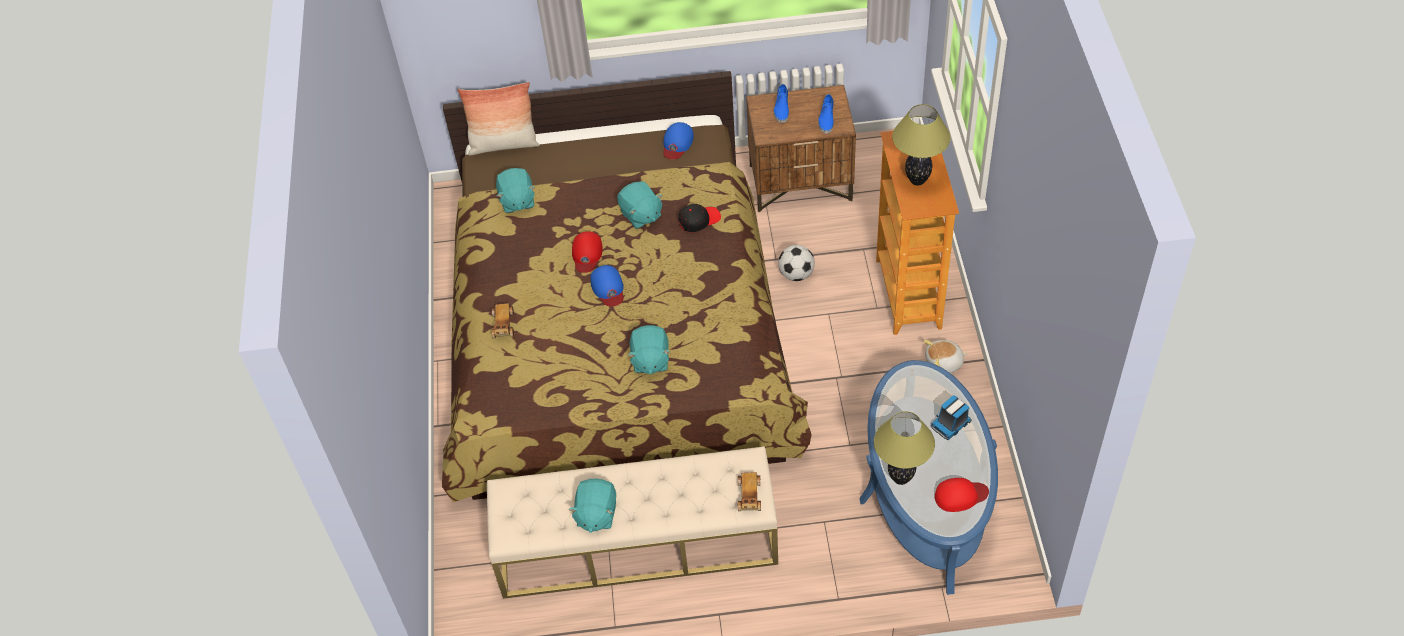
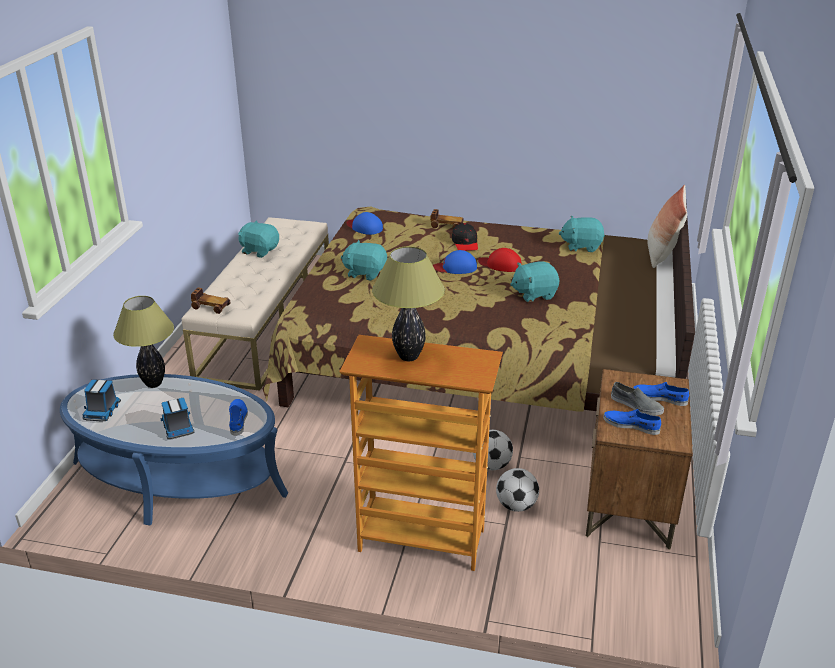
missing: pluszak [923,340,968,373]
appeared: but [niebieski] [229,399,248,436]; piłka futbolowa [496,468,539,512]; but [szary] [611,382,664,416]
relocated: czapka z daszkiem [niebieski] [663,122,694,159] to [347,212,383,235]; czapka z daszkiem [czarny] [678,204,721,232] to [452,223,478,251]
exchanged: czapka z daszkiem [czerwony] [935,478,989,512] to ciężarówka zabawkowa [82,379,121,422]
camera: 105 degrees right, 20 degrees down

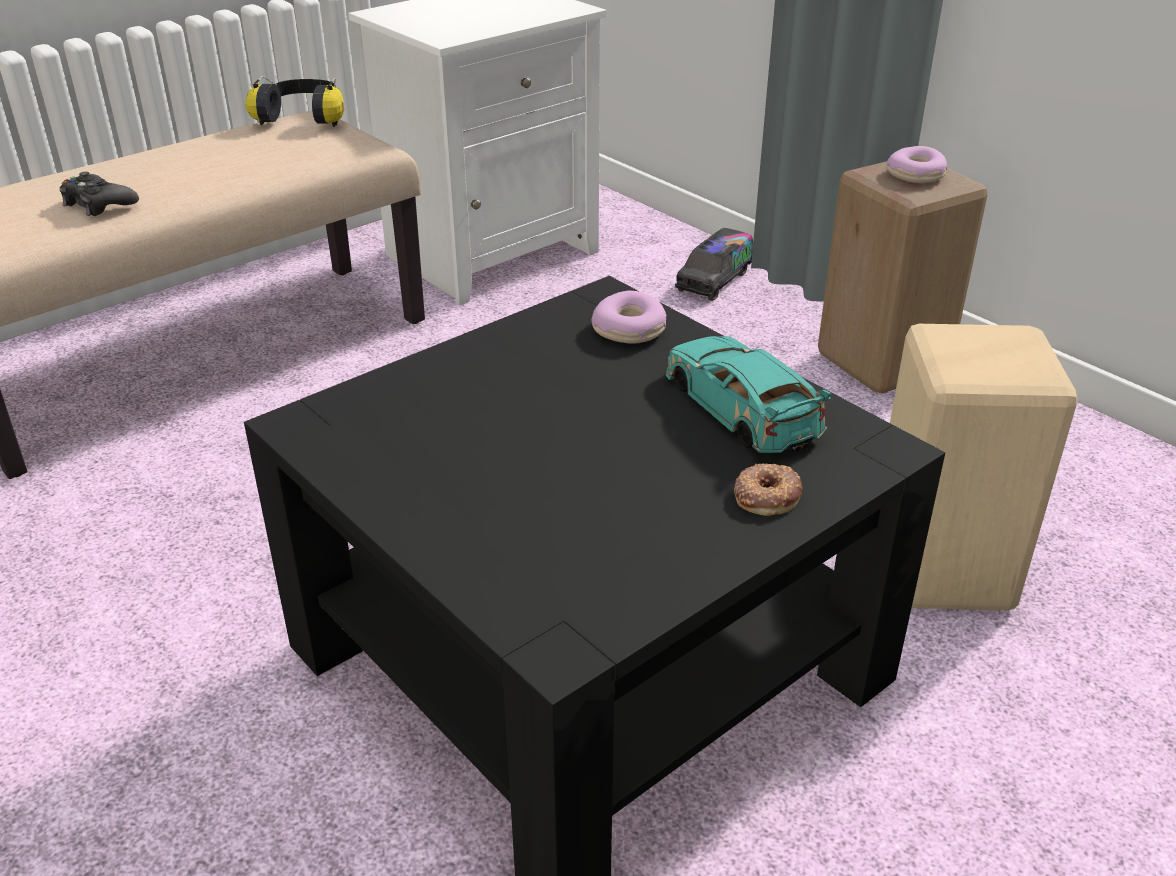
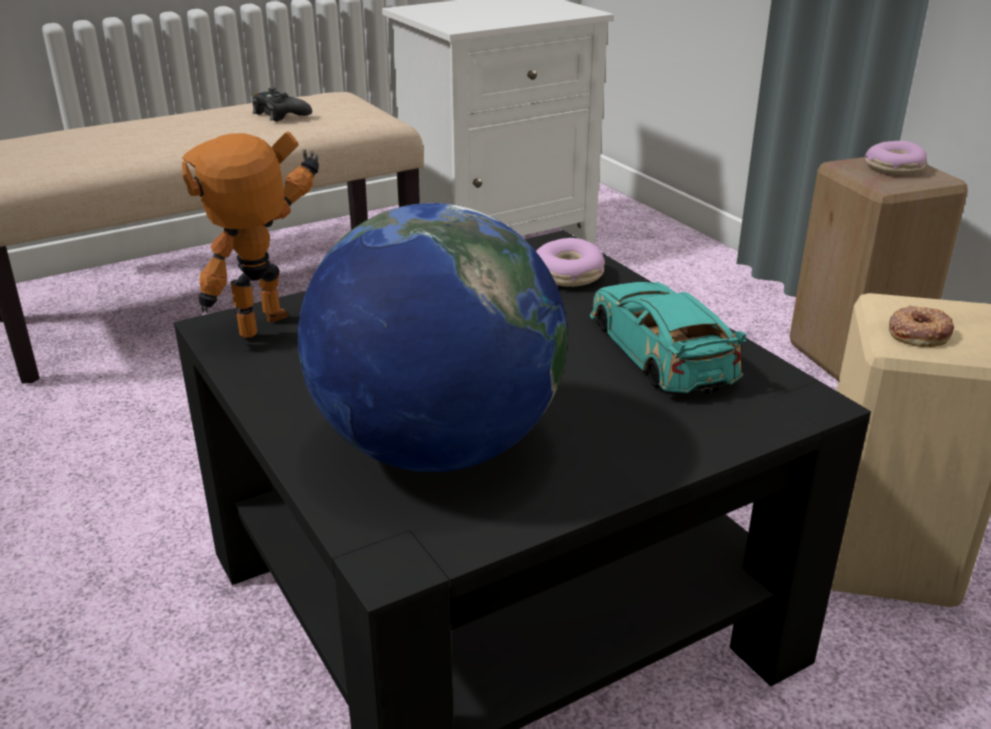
missing: słuchawki [245,76,344,127]; ciężarówka zabawkowa [675,228,753,301]
appeared: robot zabawkowy [182,131,319,339]; globus [298,203,567,472]
relocated: pad do gier [czarny] [60,172,139,216] to [252,88,312,122]; donut [734,464,802,516] to [889,305,954,347]
camera: 10 degrees right, 5 degrees down

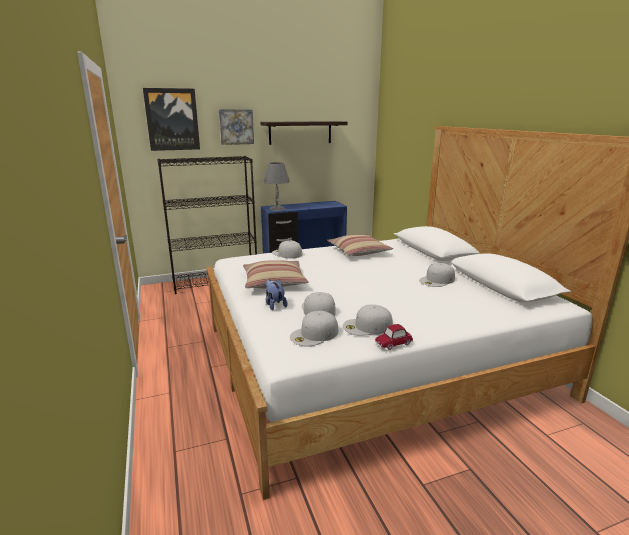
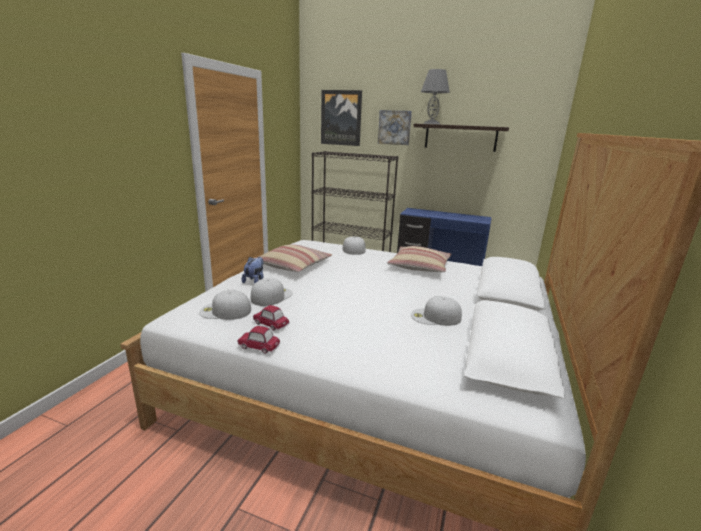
relocated: lampa stołowa [szary] [264,162,290,211] to [421,69,450,124]
exchanged: czapka z daszkiem [biały] [343,304,393,336] to samochodzik [253,305,290,331]
camera: 40 degrees right, 0 degrees up

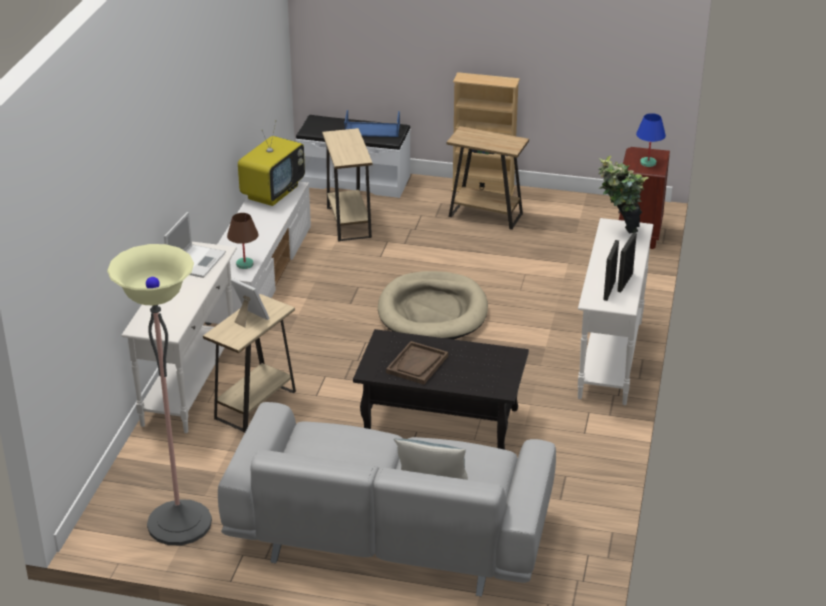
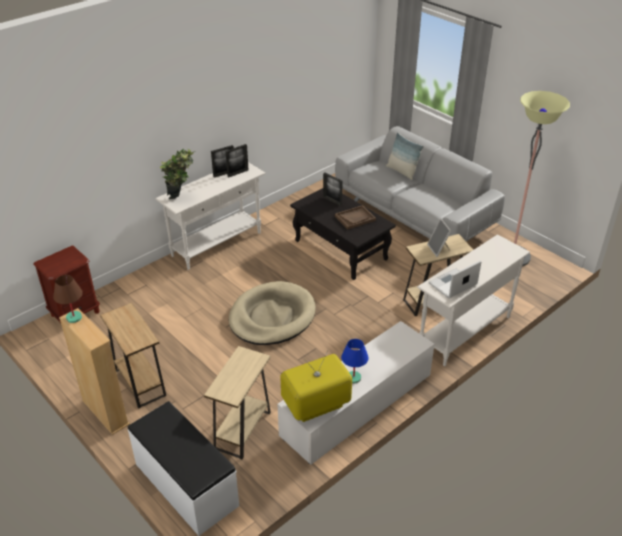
missing: taca [niebieski] [344,110,400,137]
appeared: ramka na zdjęcie [323,173,343,206]
relocated: lampa stołowa [brązowy] [227,213,259,269] to [53,275,83,323]; lampa stołowa [niebieski] [636,113,666,167] to [341,339,369,383]
camera: 145 degrees left, 5 degrees up

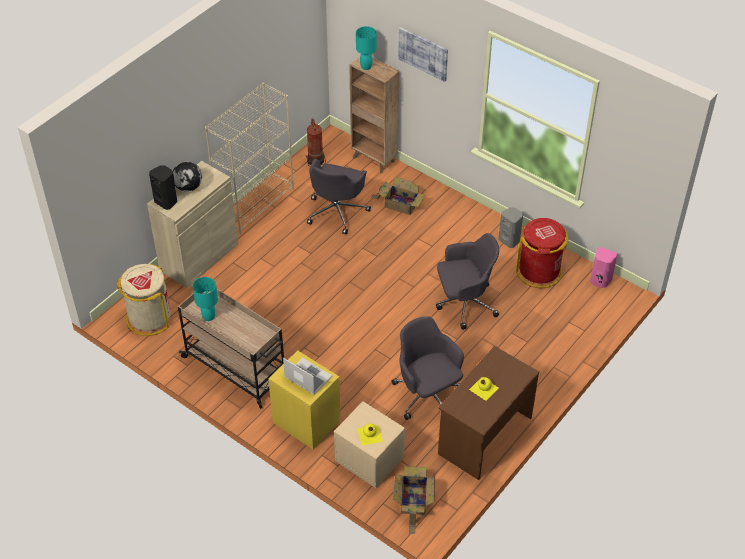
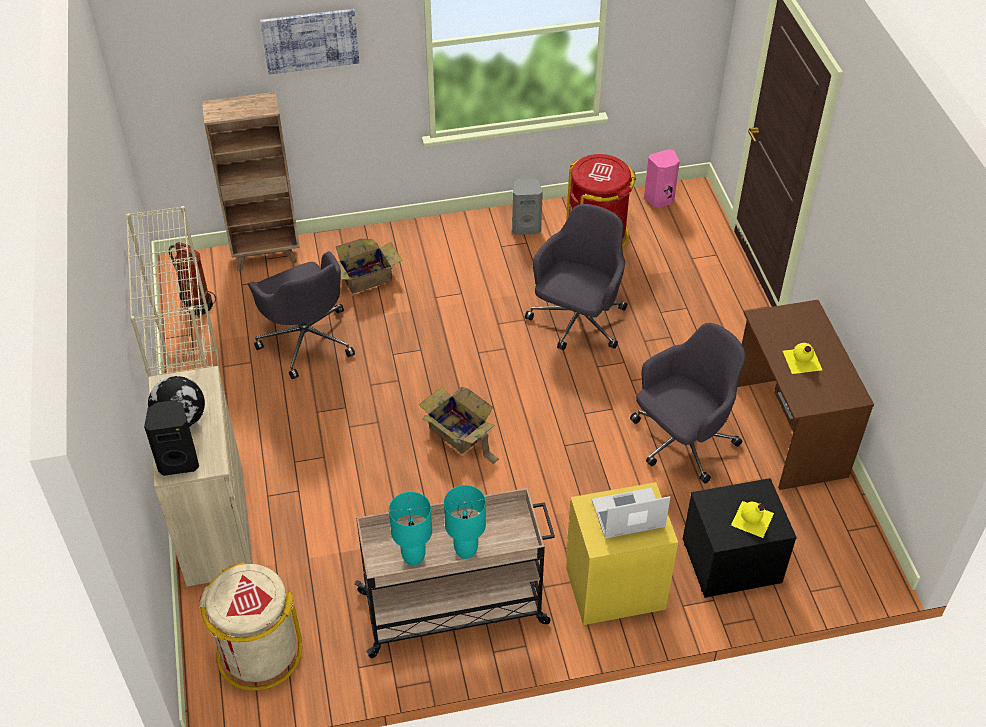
relocated: karton [393,466,435,534] to [419,387,499,464]; lampa stołowa [turkusowy] [356,26,376,70] to [444,485,486,559]
colour: szafka nocna [beżowy] [334,402,405,488] to szafka nocna [czarny] [683,478,797,598]
spun: krzesło biurowe [szary] [391,316,464,420] = [630,323,746,484] 135 degrees clockwise
camera: 50 degrees left, 0 degrees up

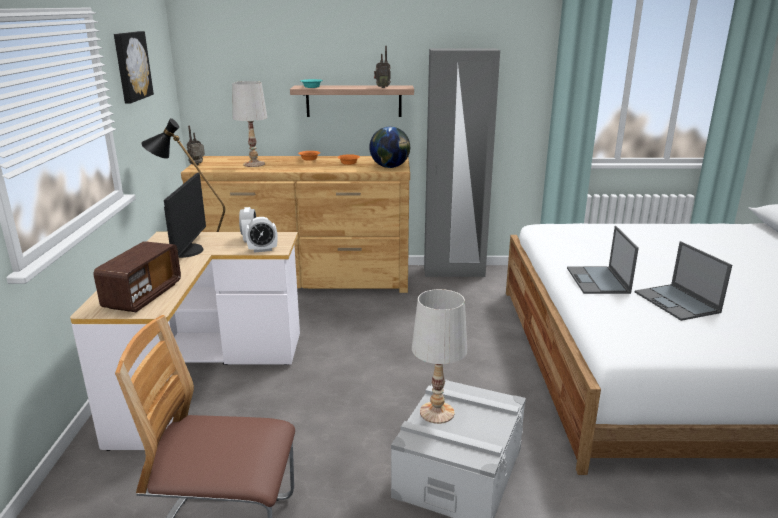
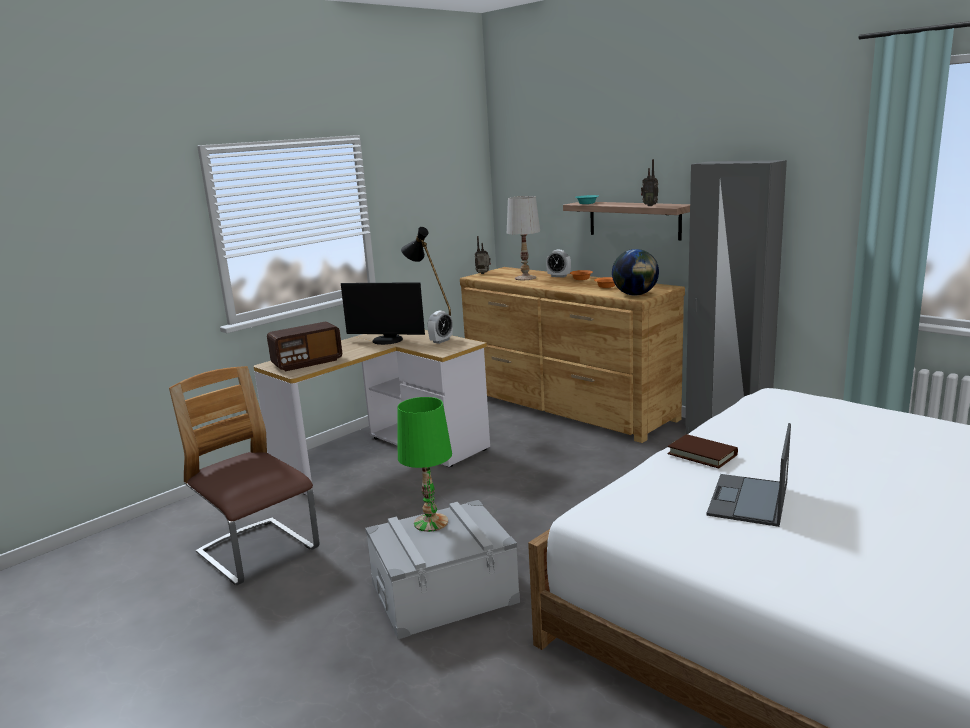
missing: obraz [114,31,154,103]
relocated: budzik [245,217,278,253] to [546,250,571,278]
exchanged: laptop [567,226,639,294] to książka [brązowy] [668,434,738,469]
colour: lampa stołowa [biały] [412,289,467,424] to lampa stołowa [zielony] [397,397,452,532]
spun: monitor [164,173,206,258] = [341,282,425,345] 60 degrees clockwise
camera: 45 degrees right, 5 degrees down

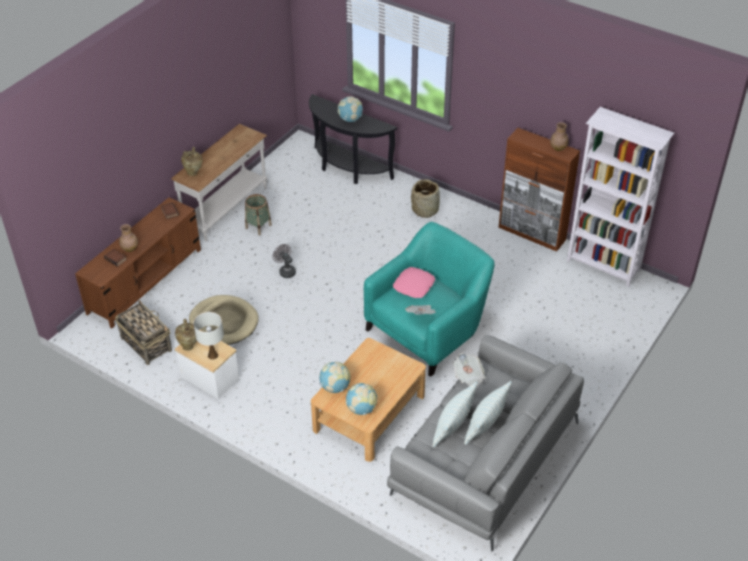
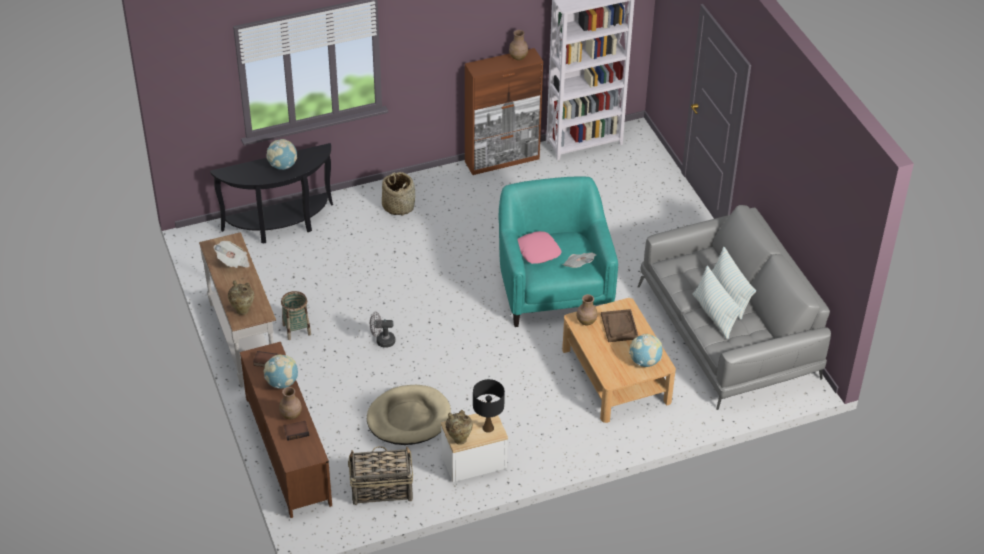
appeared: wazon [brązowy] [577,294,598,325]; taca [brązowy] [601,309,638,342]
relocated: gazeta [453,353,486,387] to [214,241,250,268]; globus [319,362,351,393] to [264,355,298,389]
colour: lampa stołowa [biały] [194,312,224,360] to lampa stołowa [czarny] [473,379,505,433]
camera: 55 degrees left, 0 degrees up

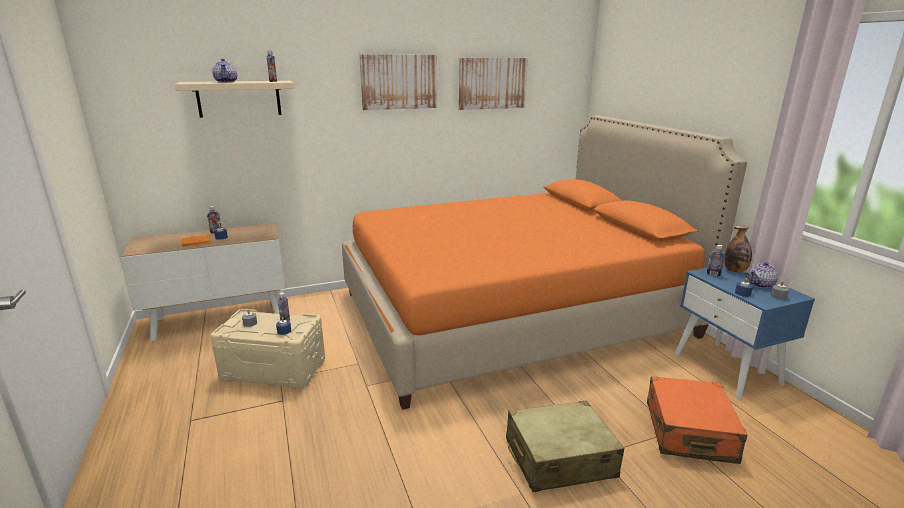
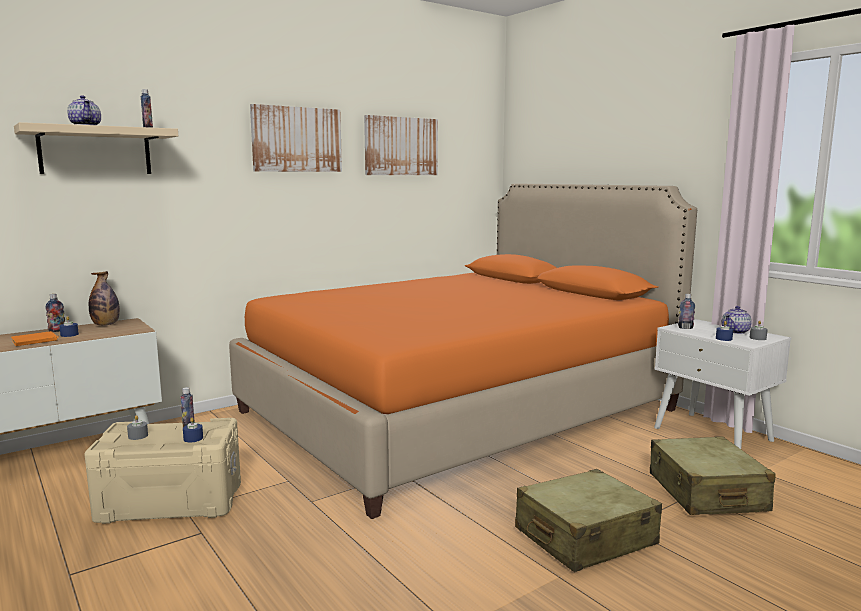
relocated: butelka [724,225,752,272] to [89,271,120,326]
colour: walizka [pomarańczowy] [647,376,747,464] to walizka [beżowy] [650,436,775,515]; szafka nocna [niebieski] [674,265,815,399] to szafka nocna [biały] [654,319,791,449]
camera: 15 degrees left, 10 degrees down

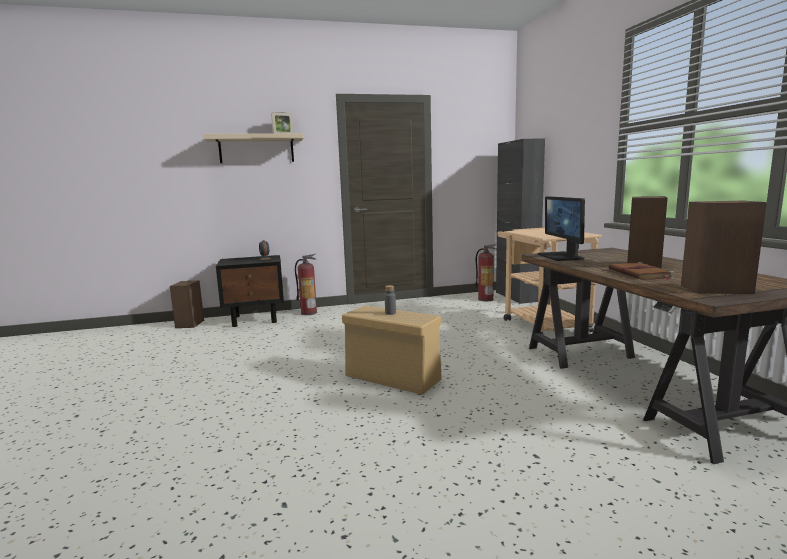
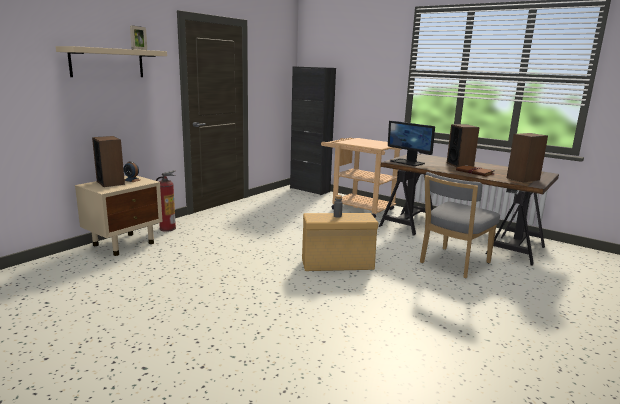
missing: gaśnica [475,244,497,301]
appeared: krzesło [szary] [420,172,500,278]
relocated: głośnik [170,281,204,328] to [92,136,125,187]
colour: szafka nocna [czarny] [216,255,284,327] to szafka nocna [beżowy] [75,176,163,256]
camera: 40 degrees left, 5 degrees up

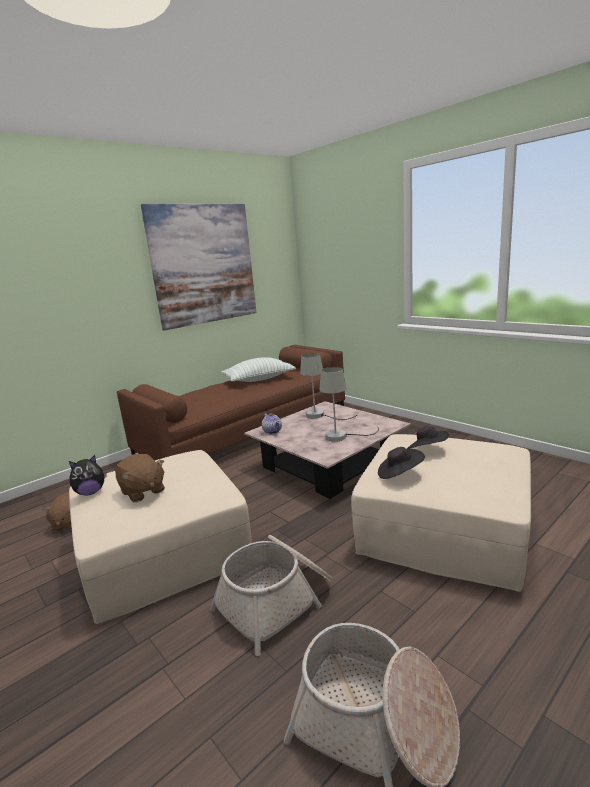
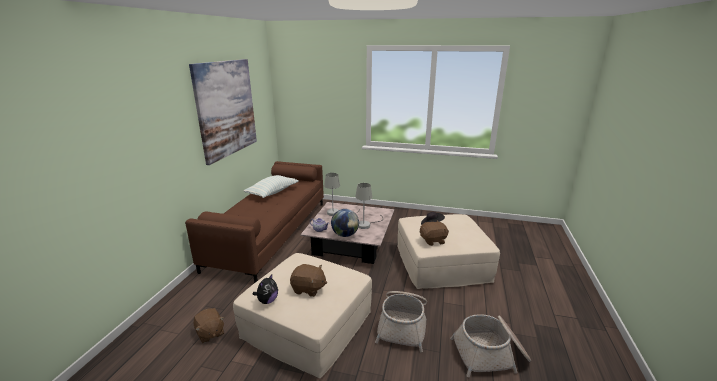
appeared: globus [331,209,359,237]
exchanged: kapelusz [czarny] [378,447,425,479] to pluszak [brązowy] [420,220,449,246]
camera: 35 degrees left, 5 degrees up

